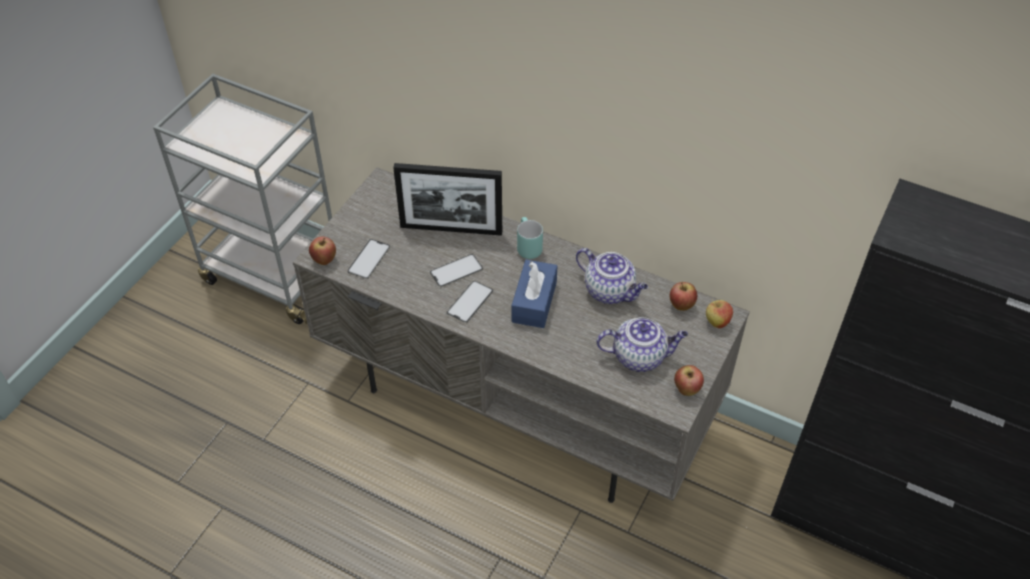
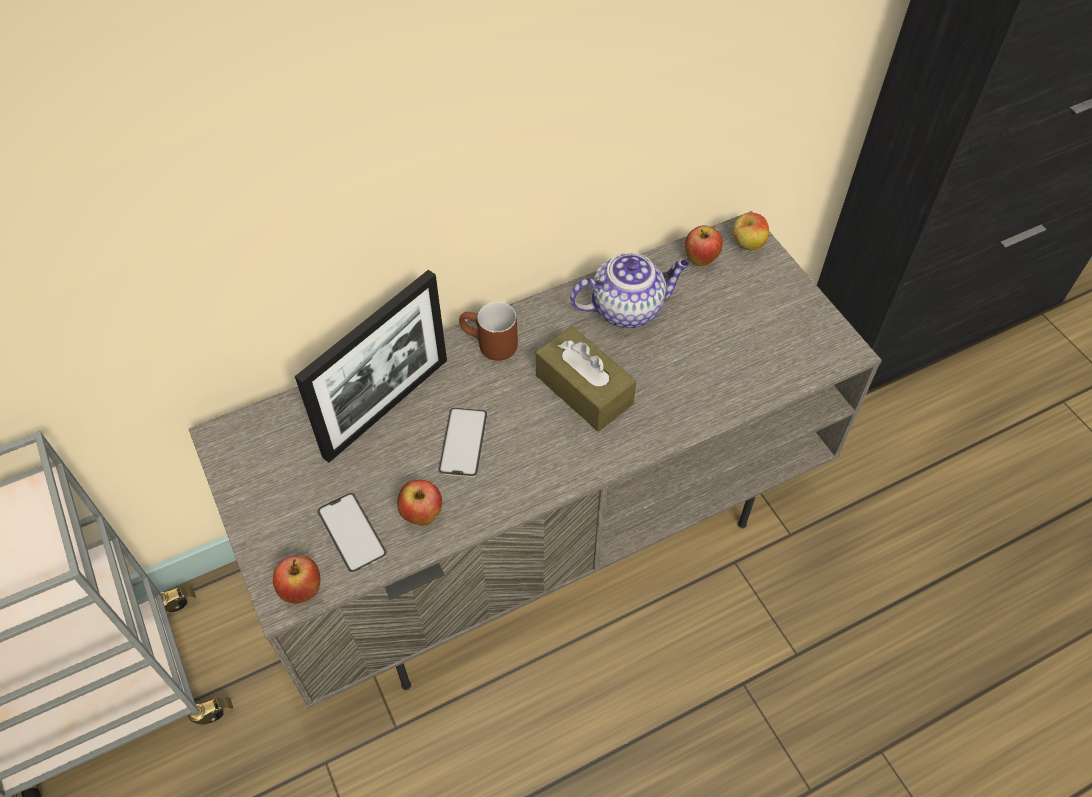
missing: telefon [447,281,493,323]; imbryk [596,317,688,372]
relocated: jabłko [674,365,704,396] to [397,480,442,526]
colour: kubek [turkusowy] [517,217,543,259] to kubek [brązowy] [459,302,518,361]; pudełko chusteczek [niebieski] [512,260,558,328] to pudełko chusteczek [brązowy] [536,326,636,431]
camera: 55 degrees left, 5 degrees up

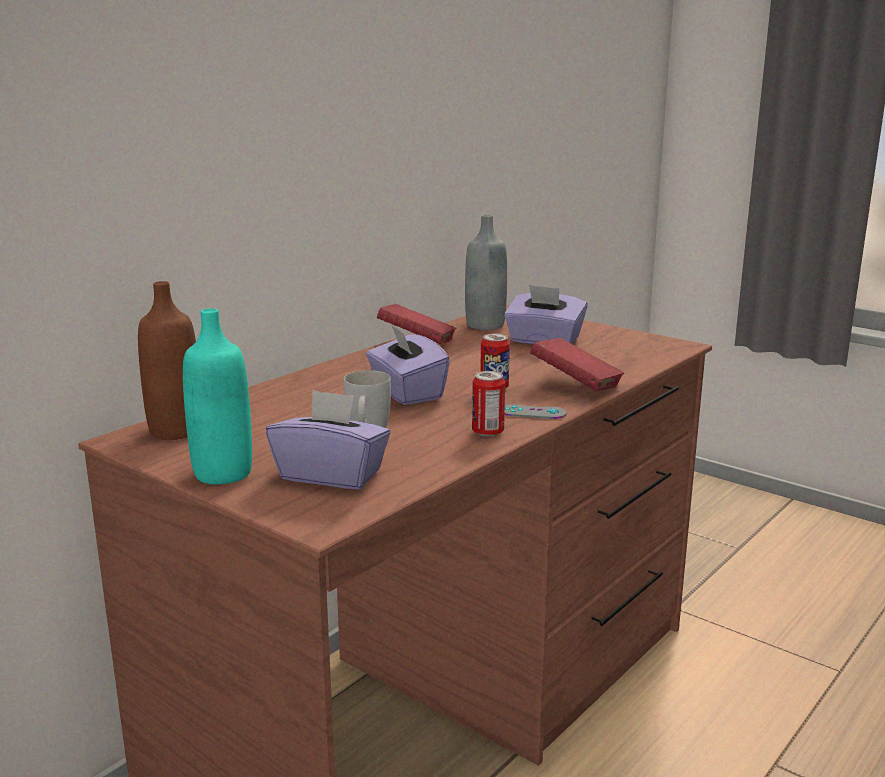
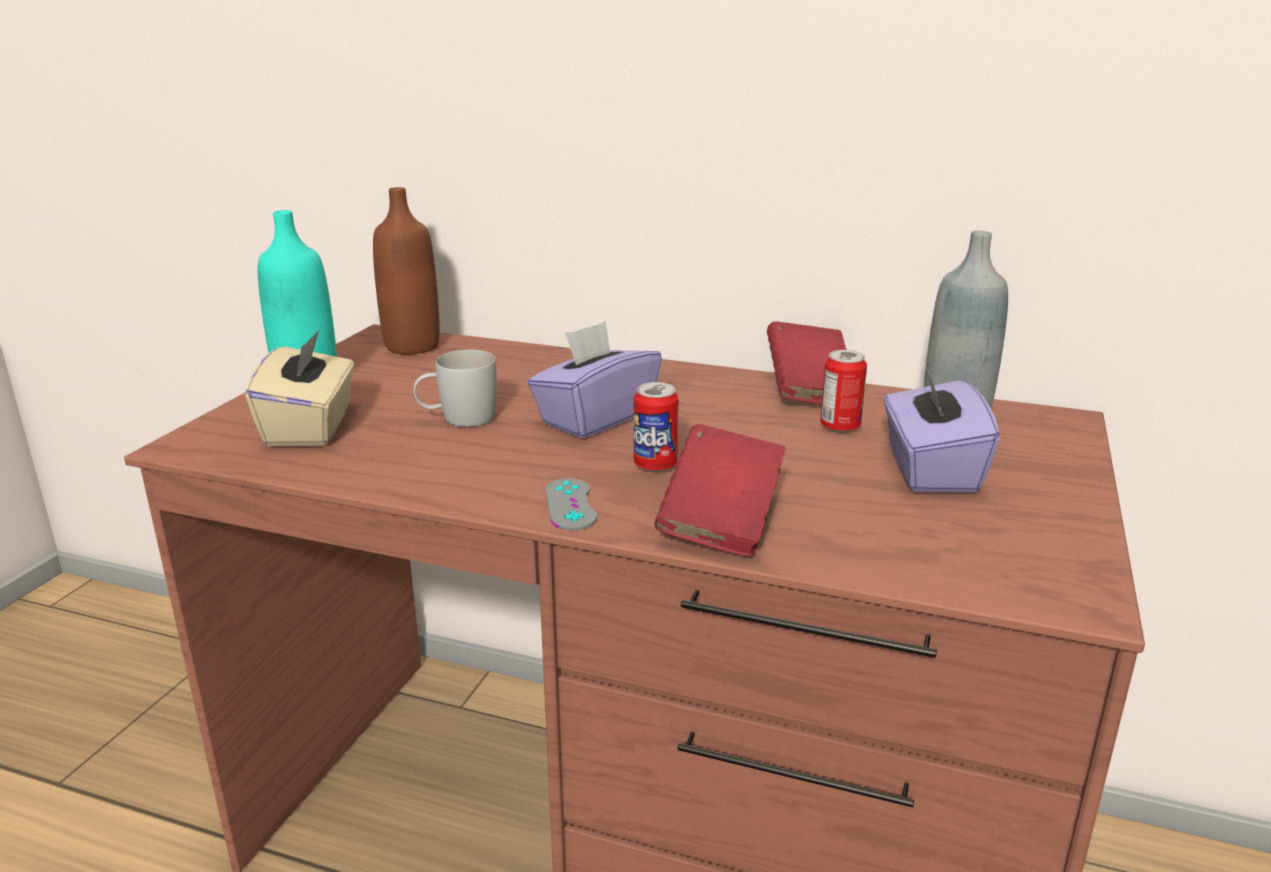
relocated: puszka [472,371,505,437] to [820,350,867,433]
colour: pudełko chusteczek [fioletowy] [266,390,390,490] to pudełko chusteczek [beżowy] [246,329,354,446]
camera: 70 degrees right, 5 degrees up

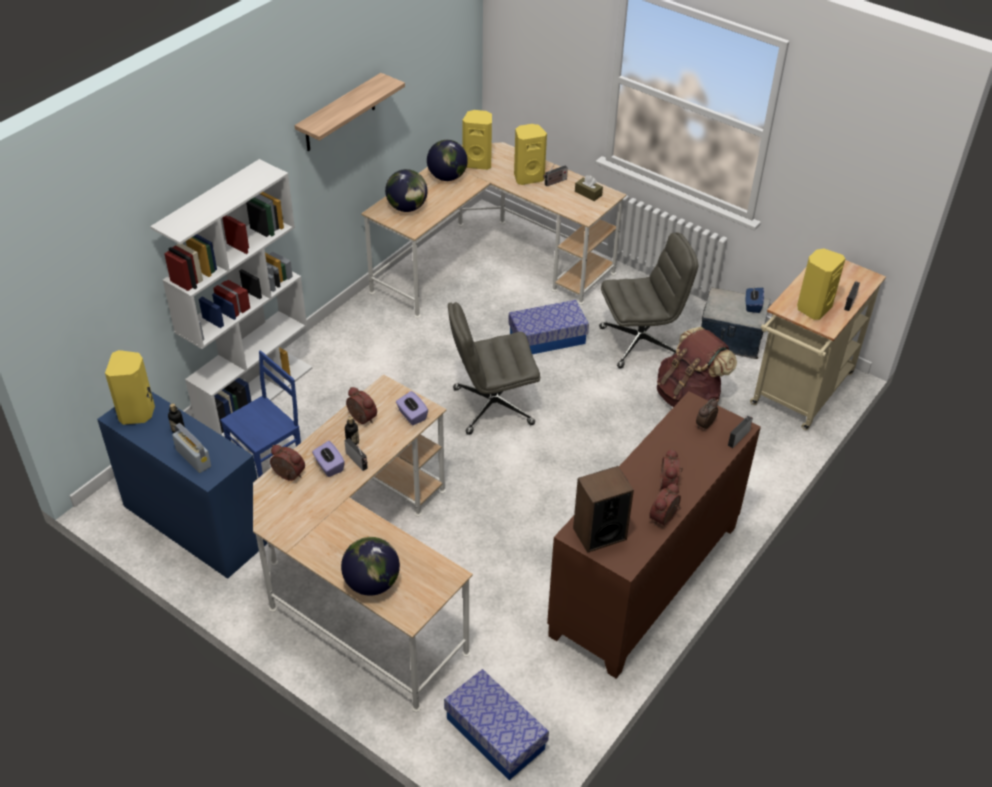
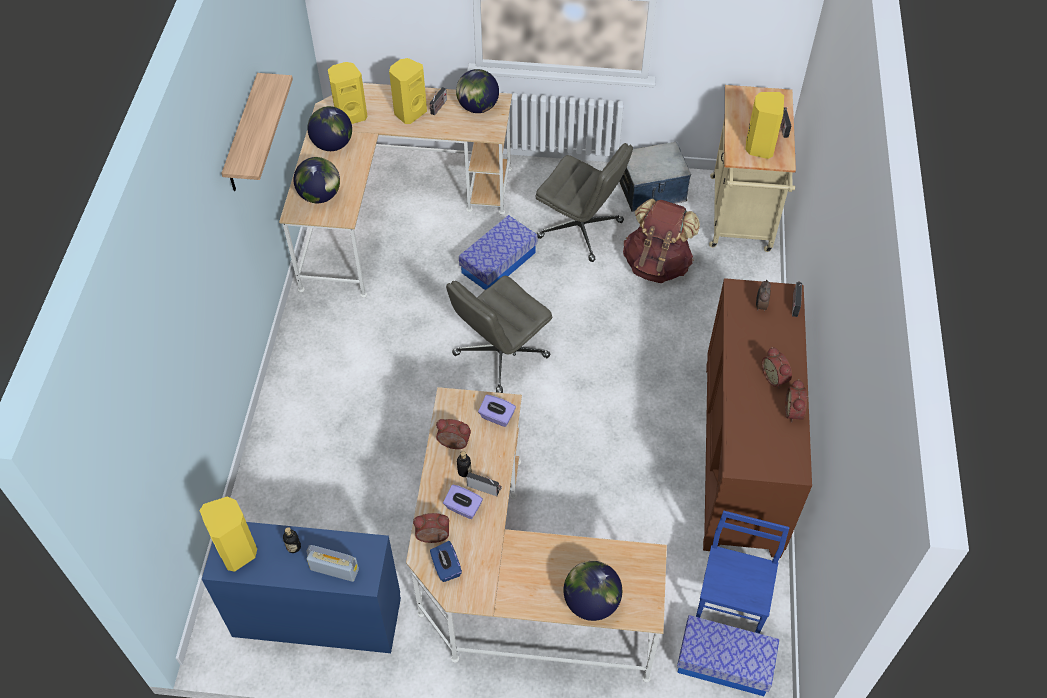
missing: regał [biały] [150,159,312,437]; głośnik [573,466,634,553]
relocated: pudełko chusteczek [niebieski] [746,288,764,313] to [430,541,462,582]; krzesło [niebieski] [220,350,301,478] to [696,511,790,634]
exchanged: pudełko chusteczek [brązowy] [575,175,603,201] to globus [456,69,499,113]
spun: krzesło biurowe [szary] [599,232,699,369] = [536,143,633,262] 75 degrees clockwise
camera: 30 degrees left, 10 degrees up

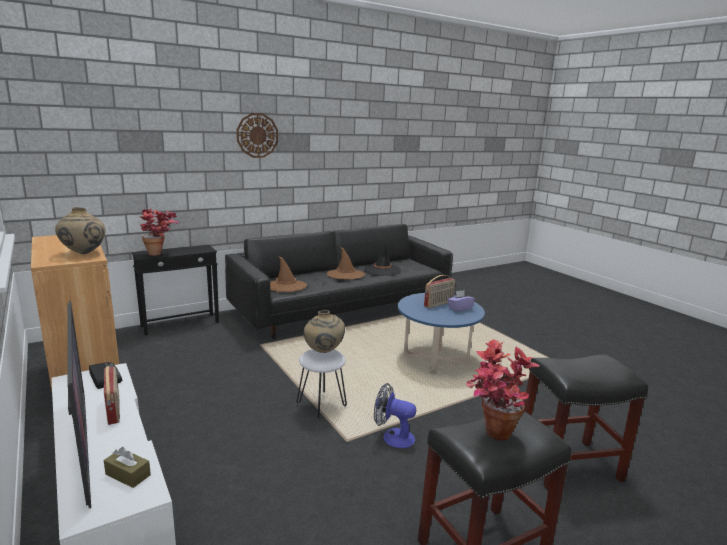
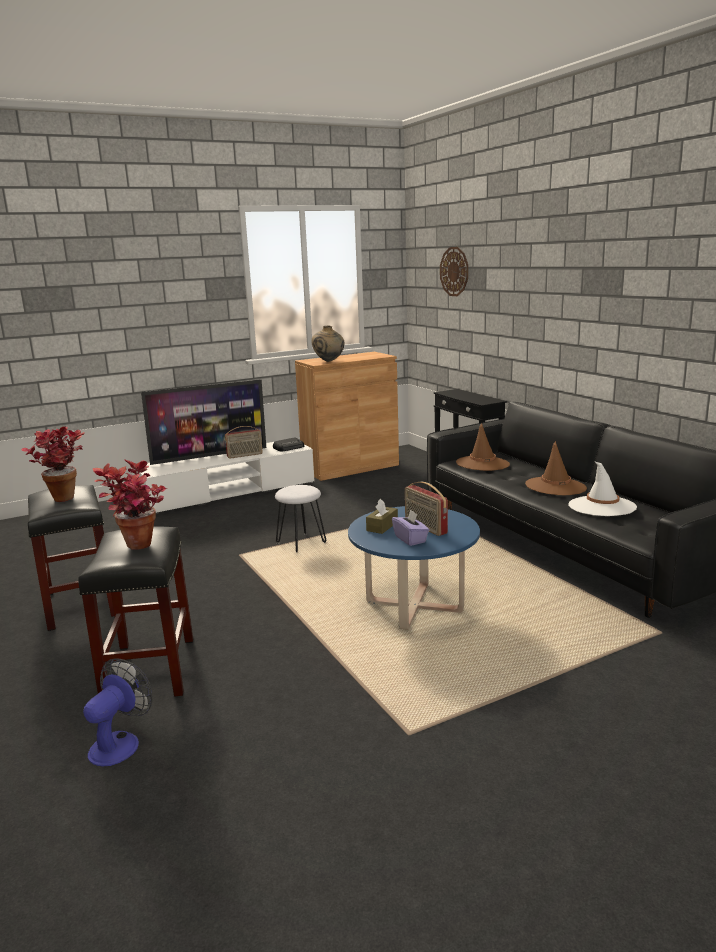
missing: wazon [beżowy] [303,310,345,353]
relocated: wentylator [374,383,416,448] to [83,659,152,766]; roślina doniczkowa [139,207,178,256] to [93,459,167,550]; pudełko chusteczek [brązowy] [104,447,151,488] to [366,499,398,534]; zegar ścienny [237,113,278,158] to [440,247,468,296]
colour: kapelusz [czarny] [364,246,401,276] to kapelusz [biały] [568,461,637,516]
camera: 95 degrees right, 0 degrees up

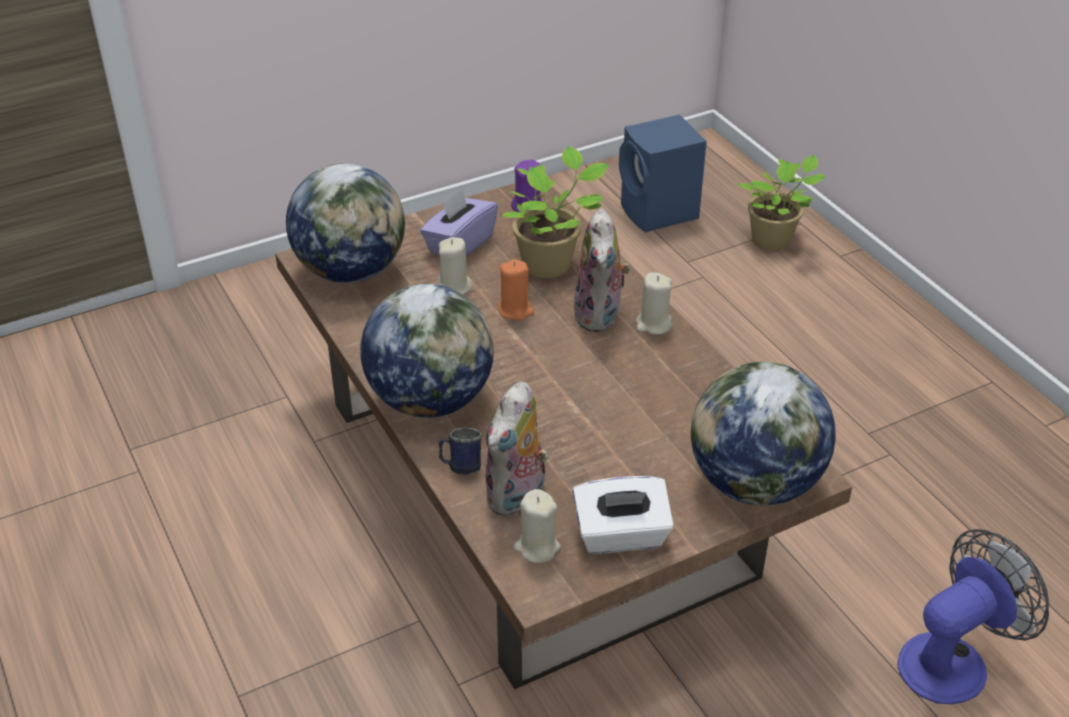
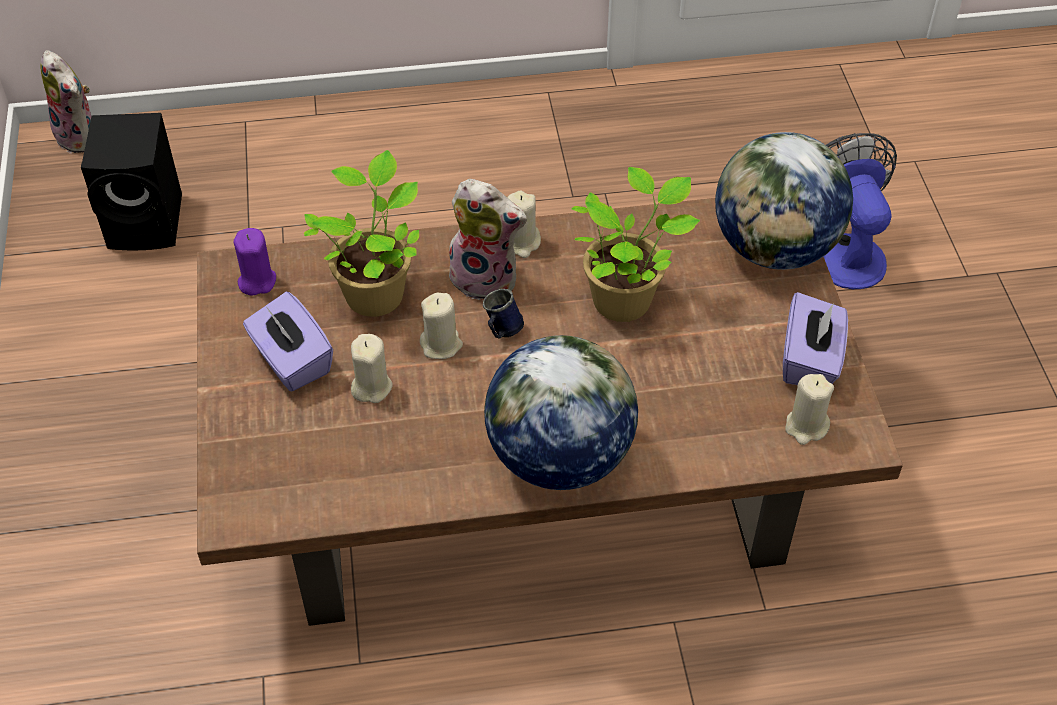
missing: globus [286,163,405,283]
relocated: pluszak [485,381,549,517] to [40,50,91,154]; kubek [niebieski] [439,428,482,475] to [483,289,524,338]; roślina doniczkowa [737,155,826,250] to [571,167,700,322]
colour: głośnik [niebieski] [619,114,707,232] to głośnik [czarny] [81,113,182,251]; świeca [pomarańczowy] [497,259,534,321] to świeca [beżowy] [420,293,463,359]; pudełko chusteczek [biały] [572,476,674,554] to pudełko chusteczek [fioletowy] [783,292,848,385]
camera: 70 degrees left, 10 degrees up

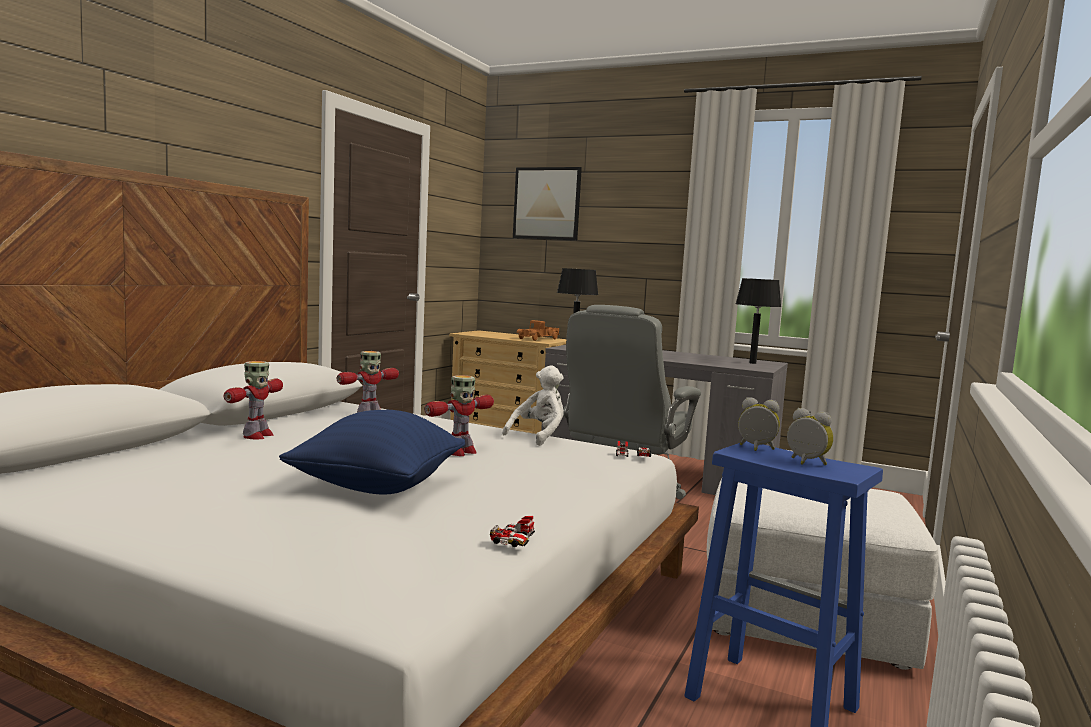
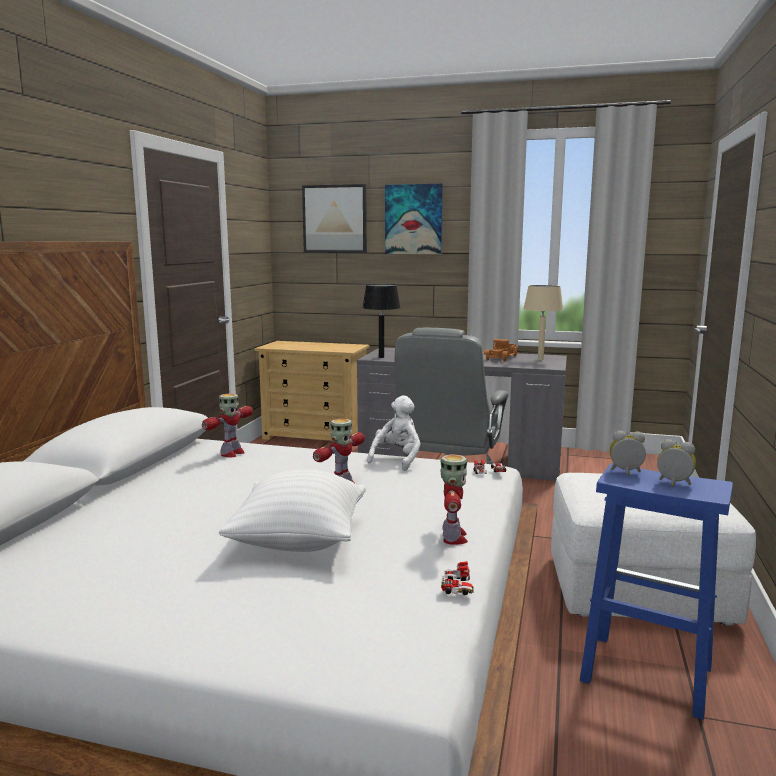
appeared: obraz [385,184,443,254]
relocated: robot zabawkowy [224,361,283,439] to [440,454,468,545]; ciężarówka zabawkowa [517,320,559,341] to [484,339,518,362]
colour: poduszka [niebieski] [279,410,465,495] to poduszka [biały] [219,469,366,552]; lampa stołowa [czarny] [735,278,781,364] to lampa stołowa [beżowy] [523,285,563,360]
camera: 10 degrees left, 5 degrees up

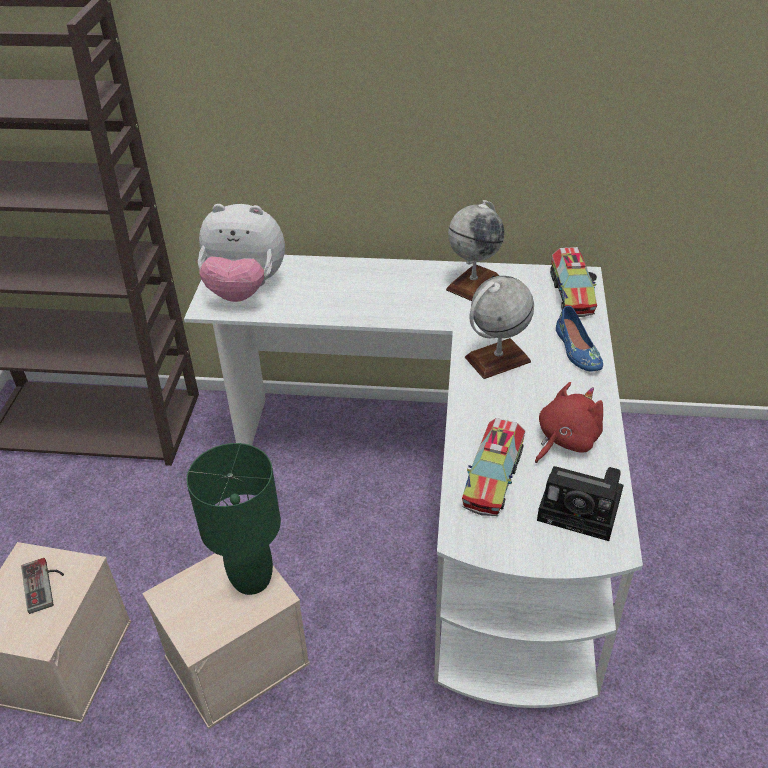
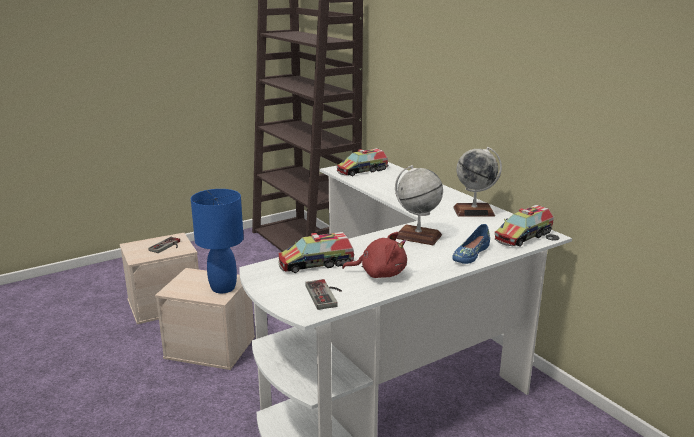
exchanged: aparat fotograficzny [537,466,624,541] to pad do gier [305,279,342,310]; pluszak [198,204,285,302] to ciężarówka zabawkowa [337,148,388,176]
colour: lampa stołowa [zielony] [186,443,281,595] to lampa stołowa [niebieski] [191,189,244,293]
camera: 50 degrees right, 20 degrees down

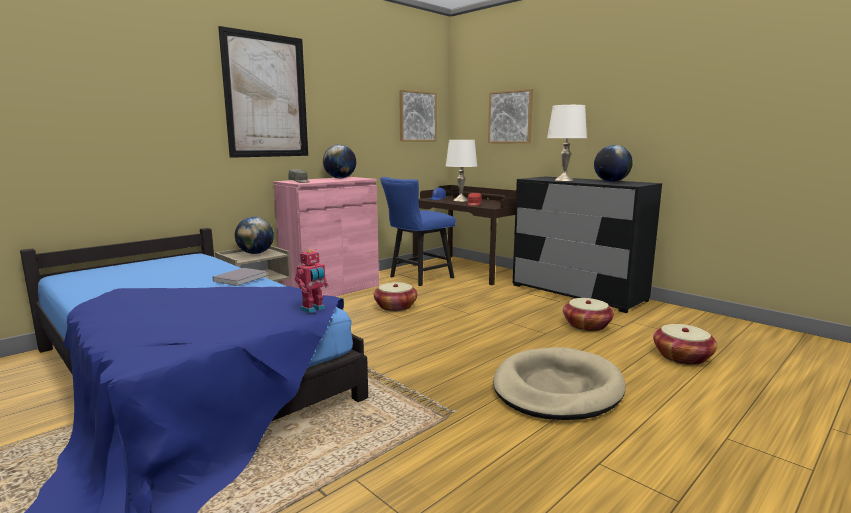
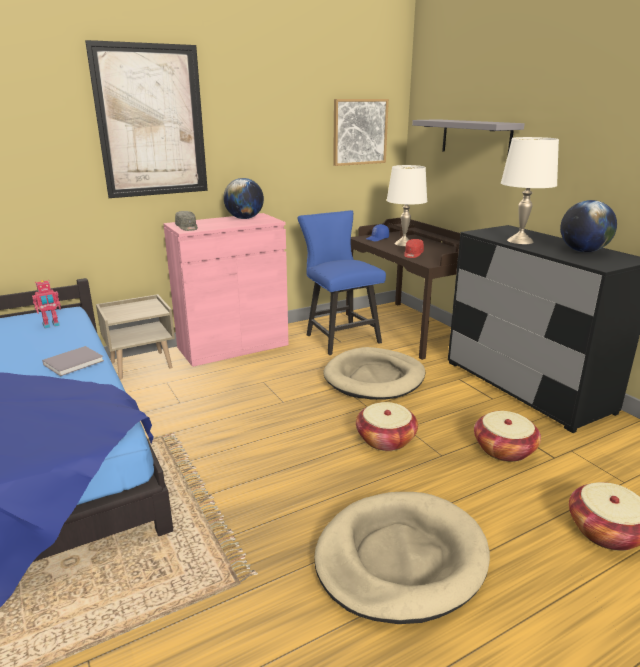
missing: globus [235,217,274,254]
appeared: legowisko [beżowy] [323,347,425,400]
relocated: robot zabawkowy [295,249,329,313] to [32,280,61,328]; koszyk [374,282,417,312] to [356,402,418,451]
exchanged: obraz [488,89,533,143] to półka [szary] [412,119,525,156]
spun: krzesło [niebieski] [380,177,456,286] = [298,210,386,355] 90 degrees clockwise
camera: 15 degrees right, 10 degrees up

